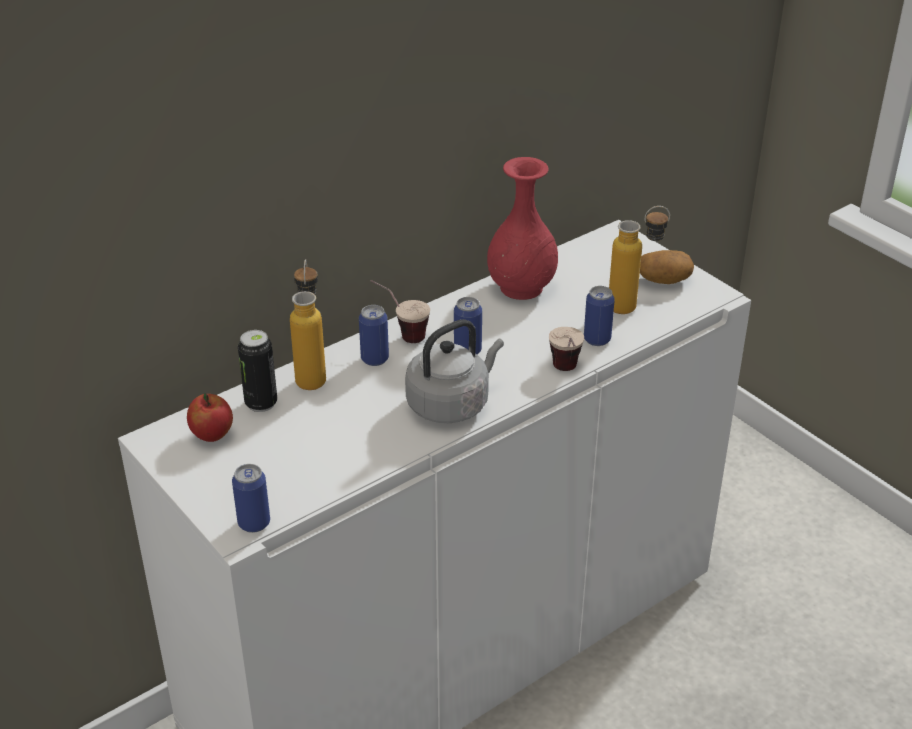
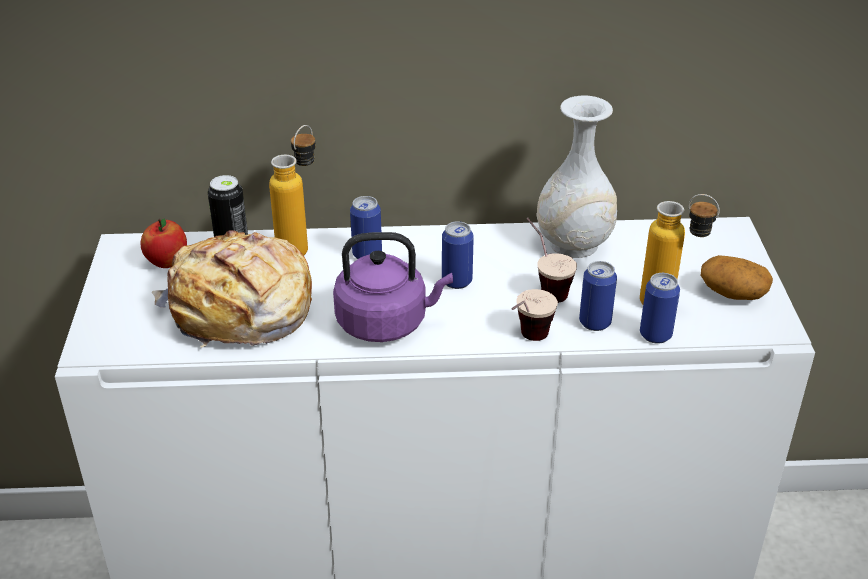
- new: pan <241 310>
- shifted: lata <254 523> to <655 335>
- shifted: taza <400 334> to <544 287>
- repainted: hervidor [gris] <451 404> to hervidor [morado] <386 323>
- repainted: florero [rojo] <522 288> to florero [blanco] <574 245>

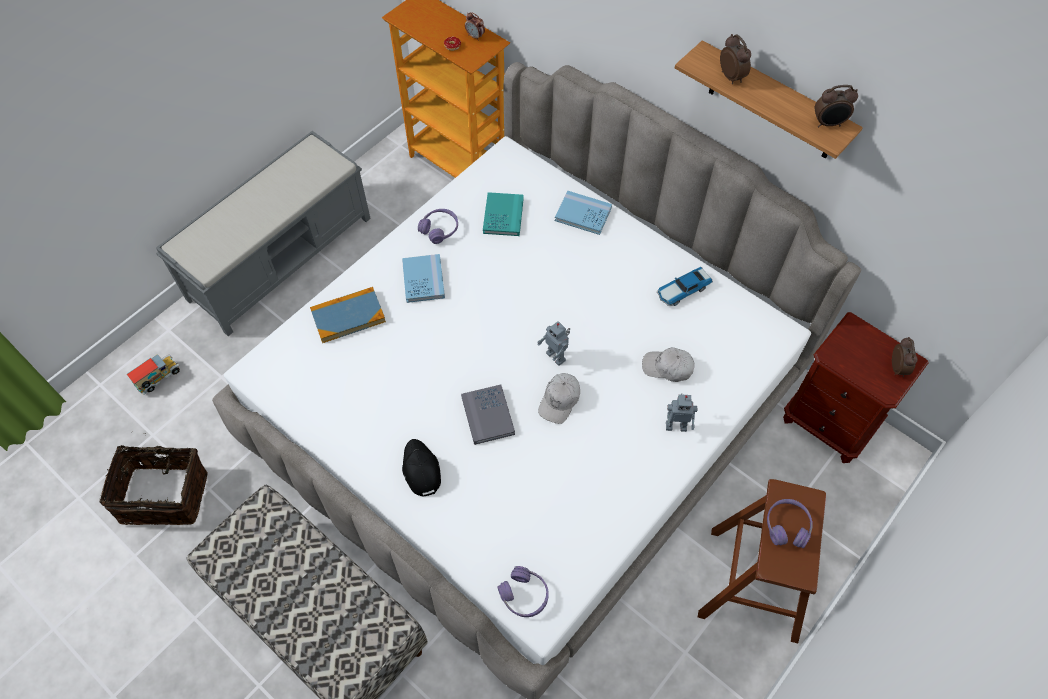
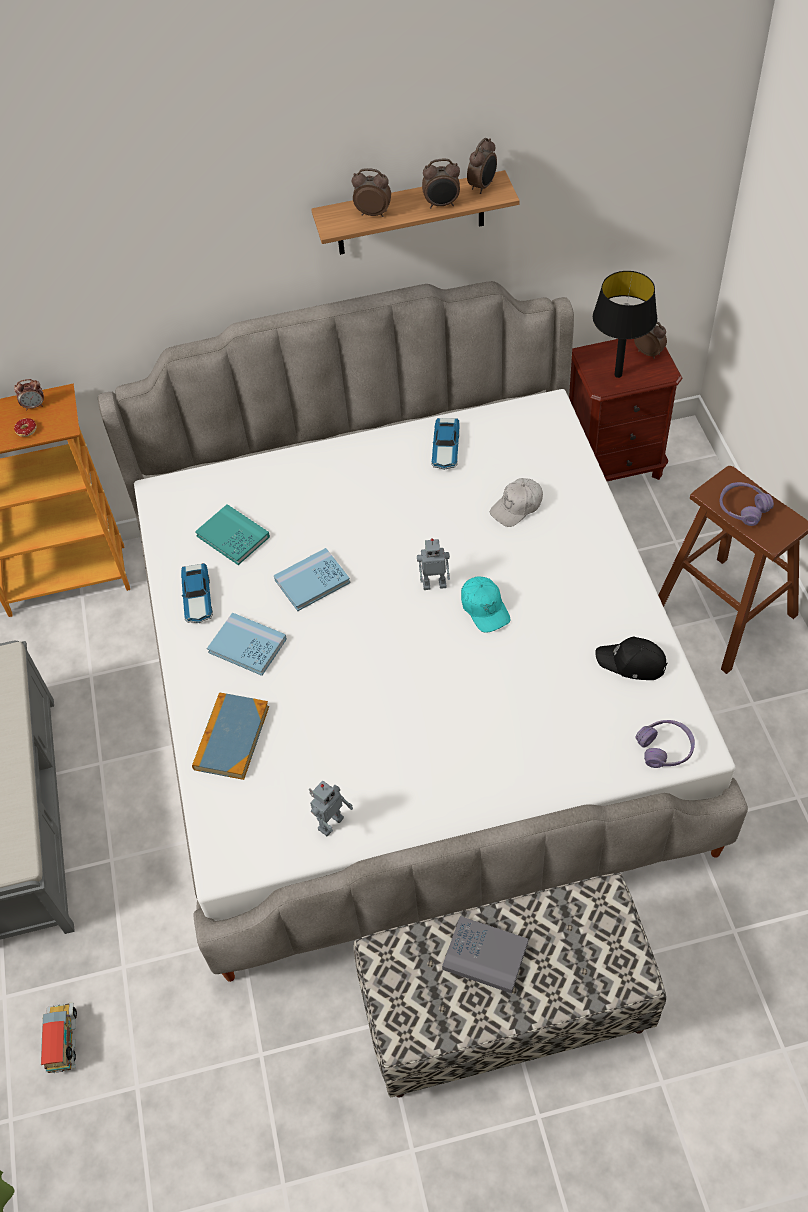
- gone: cesta <165 493>
- new: despertador <442 204>
- new: lámpara de mesa [negro] <618 374>
- shifted: gorra [negro] <420 470> to <632 663>
- shifted: libro [gris] <488 415> to <485 955>
- shifted: libro [azul] <583 214> to <312 581>
- shifted: robot de juguete <676 425> to <329 822>
- swapped: auriculares [morado] <439 229> to coche de juguete <198 599>
- repainted: gorra [blanco] <559 401> to gorra [turquesa] <484 608>

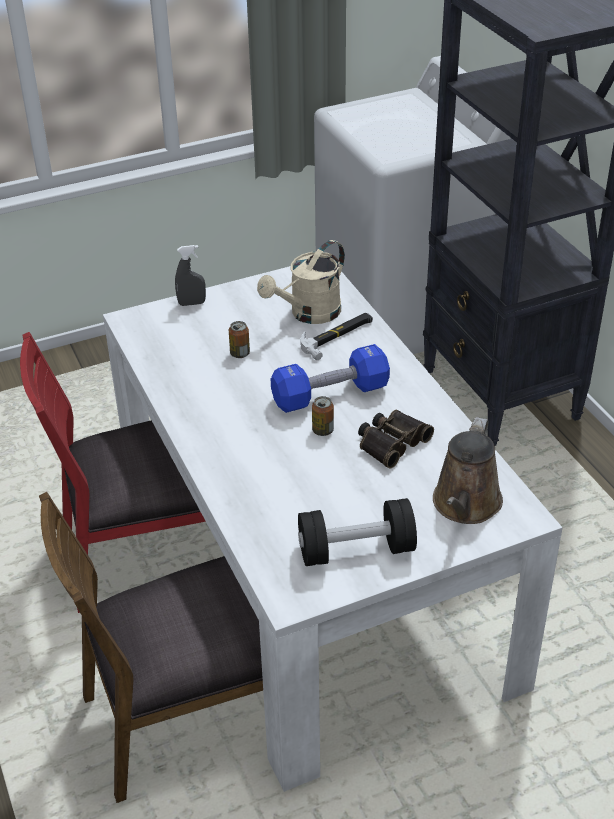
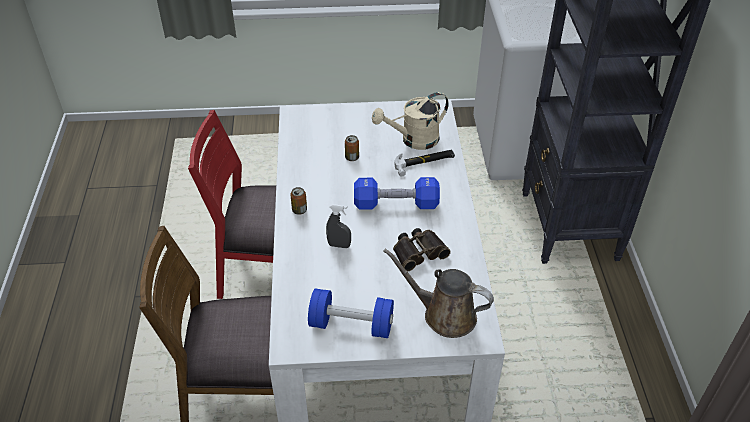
- shifted: pulverizador [gris] <192 303> to <339 245>
- shifted: lata <323 430> to <299 210>
- repainted: mancuerna [negro] <356 550> to mancuerna [azul] <351 324>
- rotated: regadera [marrón] <465 505> = <444 315> 75 degrees clockwise

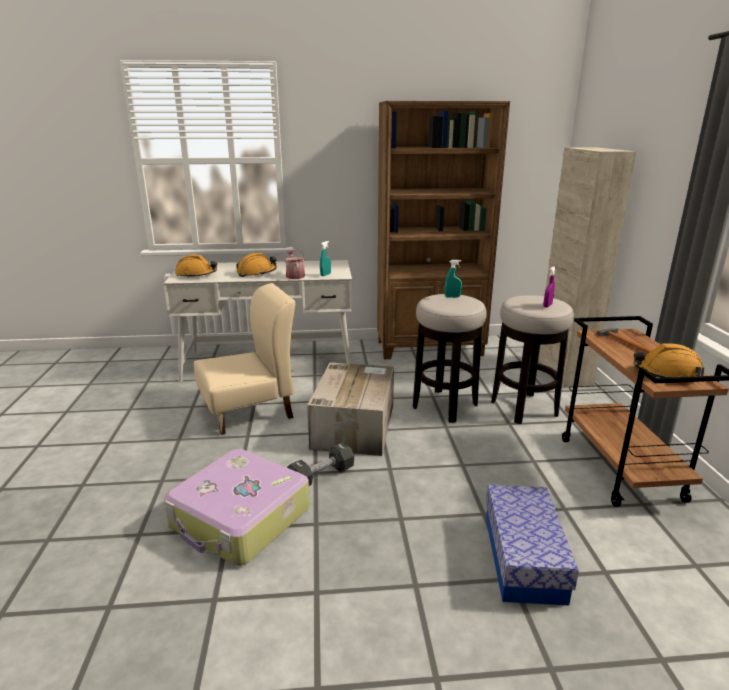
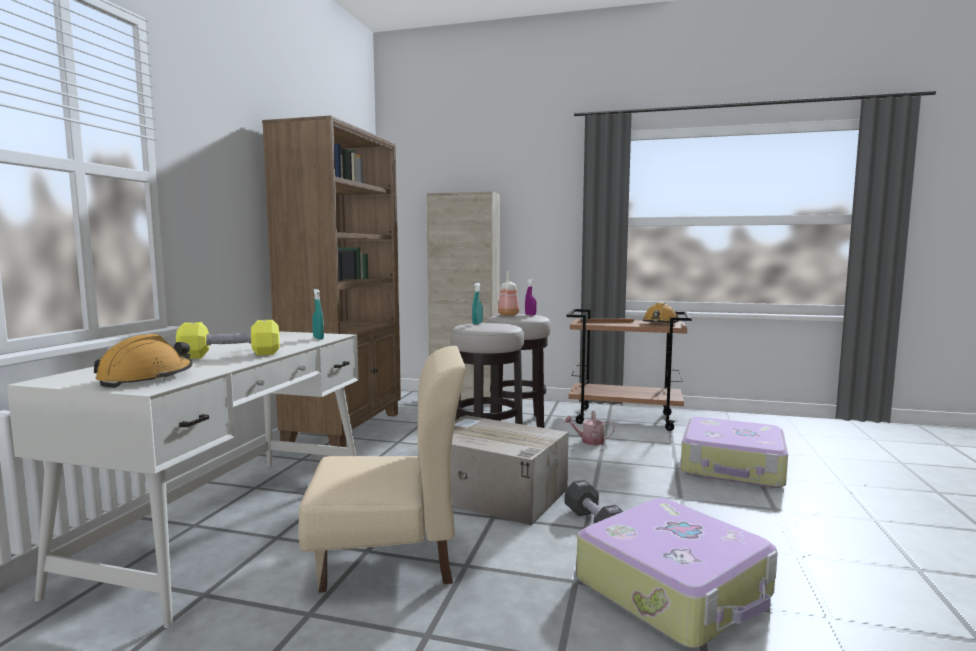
- new: botella <508 315>
- shifted: regadera <295 275> to <589 441>
- swapped: casco [naranja] <257 273> to mancuerna [amarillo] <230 355>
- swapped: caja de almacenaje <523 558> to maleta <733 467>
- rotated: silla [beis] <249 411> = <389 557> 90 degrees clockwise

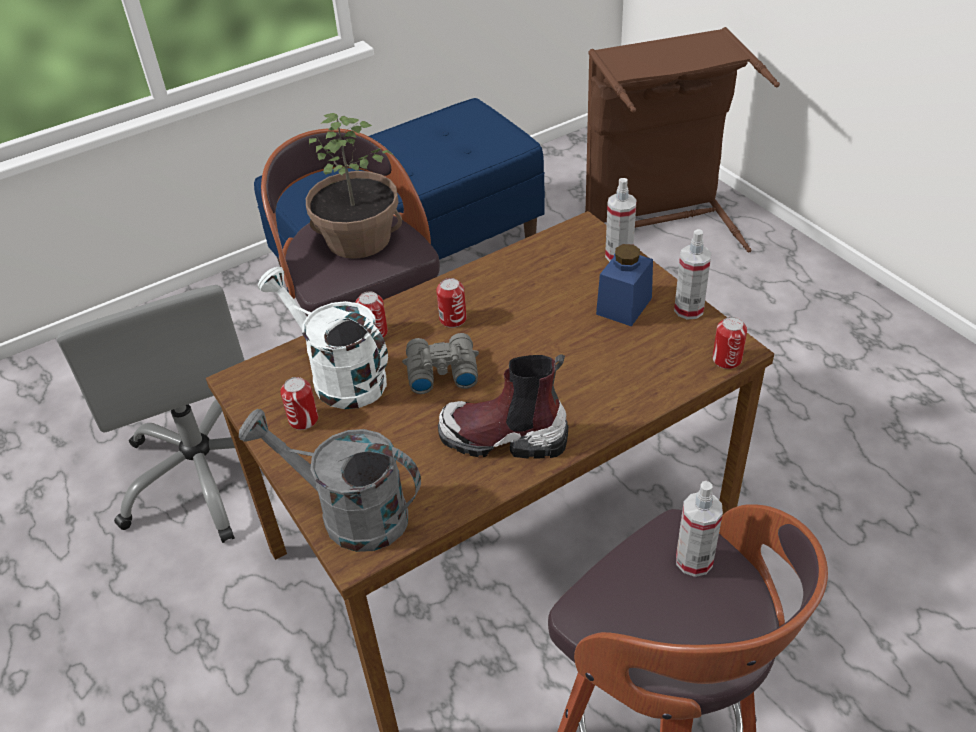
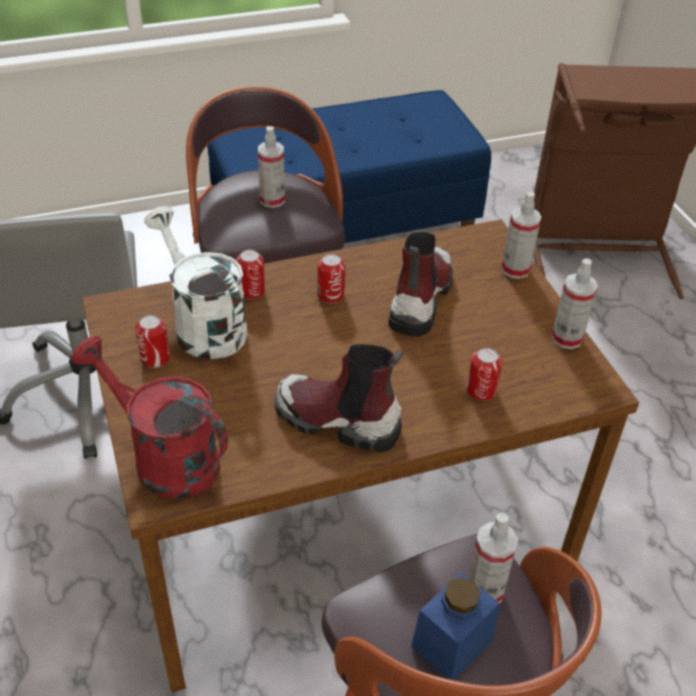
- gone: prismáticos [gris] <440 370>
- new: bota <420 299>
- shifted: tarro [azul] <624 306> to <452 643>
- shifted: lata <726 359> to <481 391>
- swapped: planta en maceta <358 239> to pulverizador <272 200>
- repainted: regadera [gris] <349 514> to regadera [rojo] <164 458>

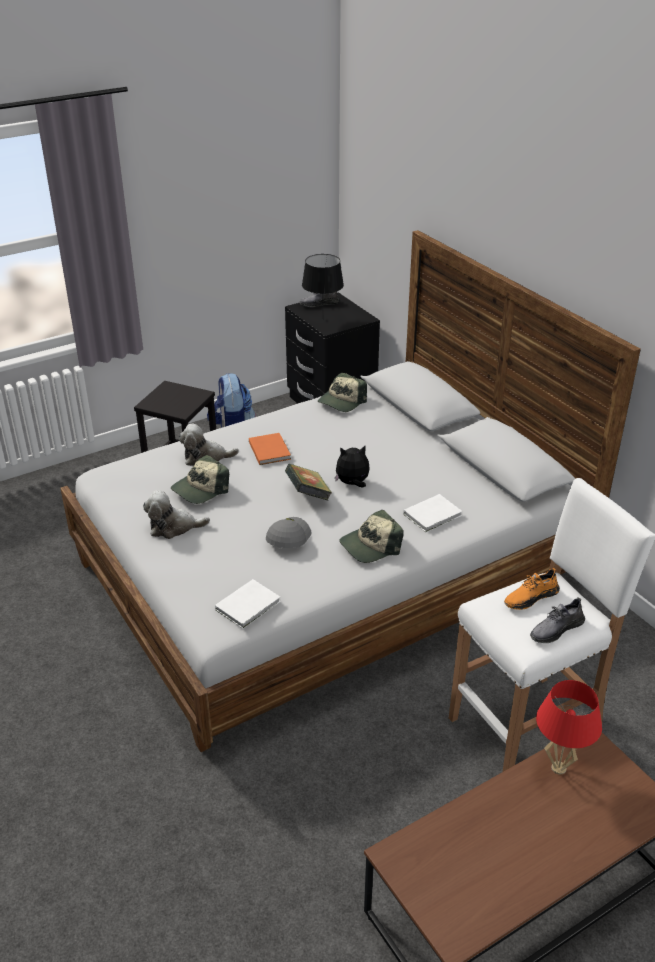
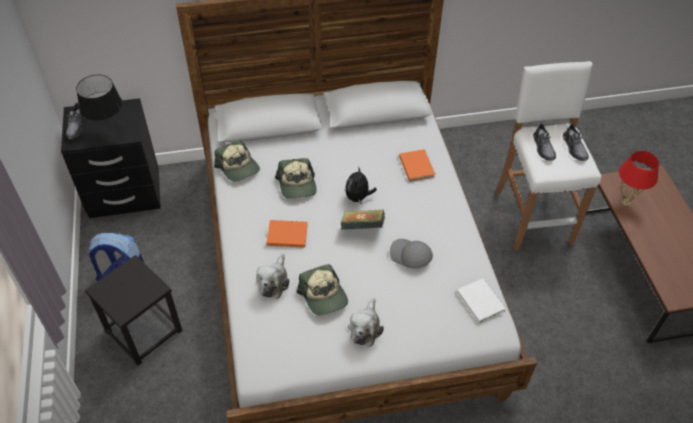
- shifted: gorra <370 546> to <297 185>
- repainted: libro [blanco] <434 515> to libro [naranja] <417 166>
- repainted: zapato [naranja] <530 597> to zapato [gris] <543 147>

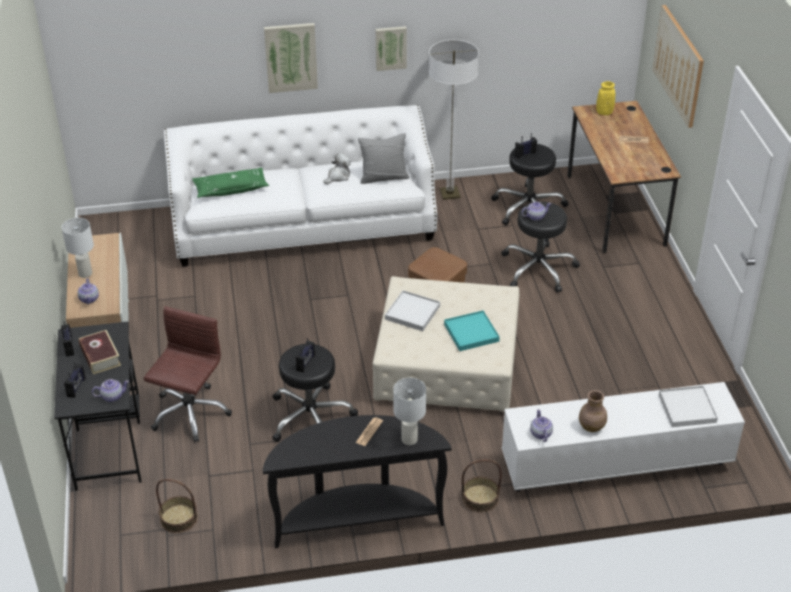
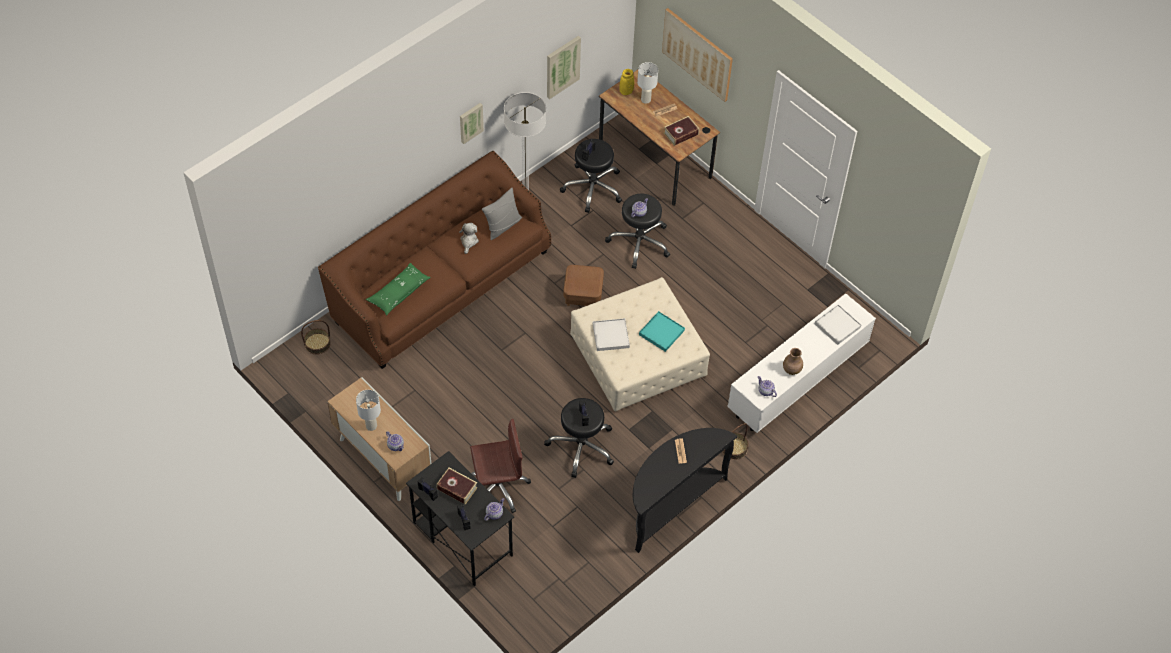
- new: libro <681 134>
- shifted: cesta <179 518> to <317 343>
- shifted: cuadro <291 57> to <562 66>
- shifted: lámpara de mesa [blanco] <409 439> to <645 100>
- repainted: sofá [blanco] <303 225> to sofá [marrón] <440 285>
- rotated: silla de oficina [marrón] <190 413> = <498 487> 90 degrees clockwise

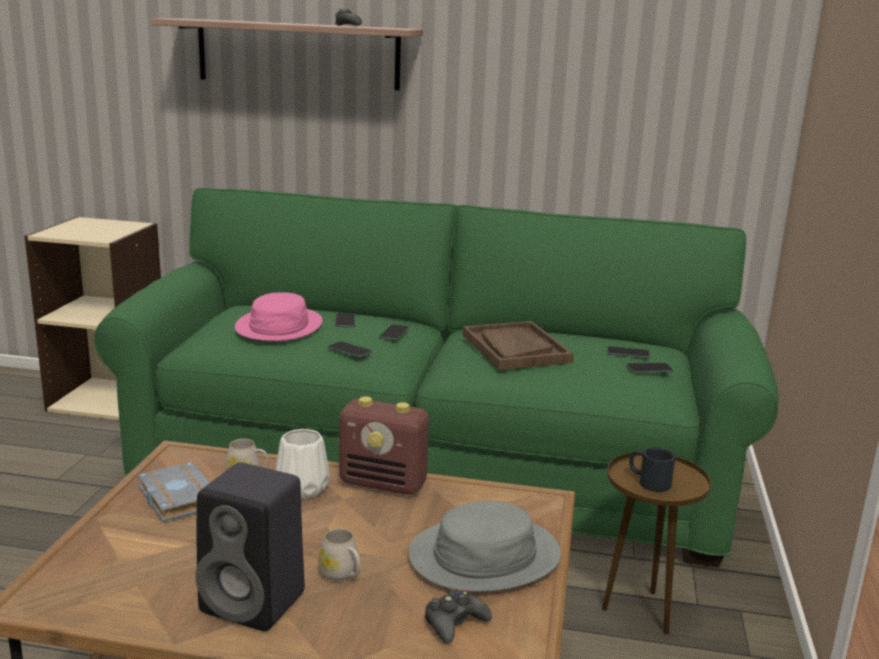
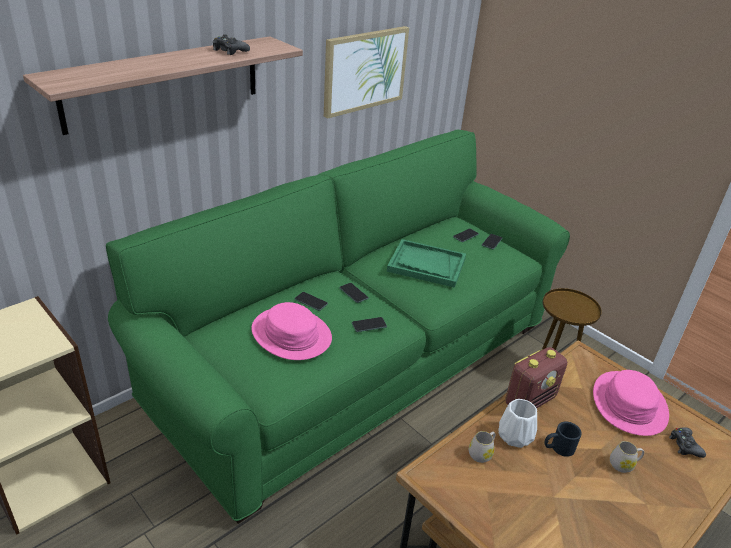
- gone: libro [gris] <176 497>
- gone: altavoz [negro] <256 602>
- new: cuadro <364 70>
- shifted: taza grande [negro] <648 481> to <558 448>
- repainted: sombrero [gris] <484 555> to sombrero [rosa] <629 404>
- repainted: bandeja [marrón] <515 348> to bandeja [verde] <426 265>

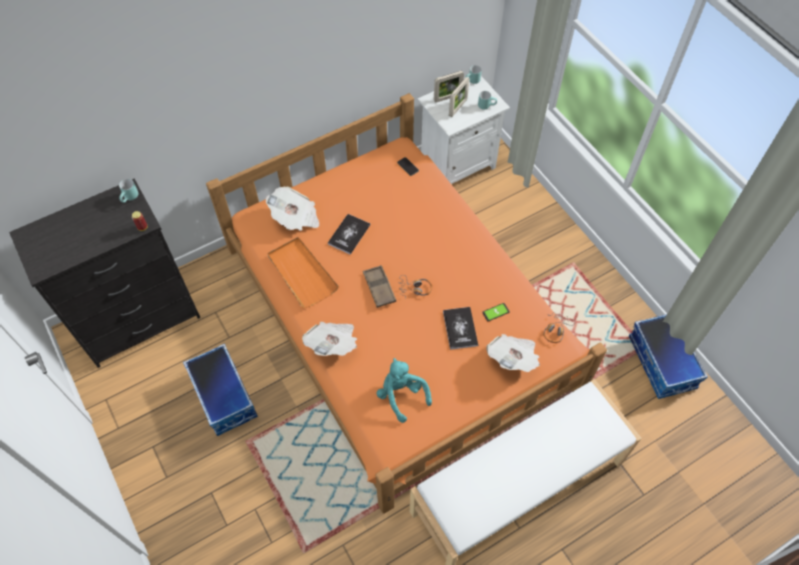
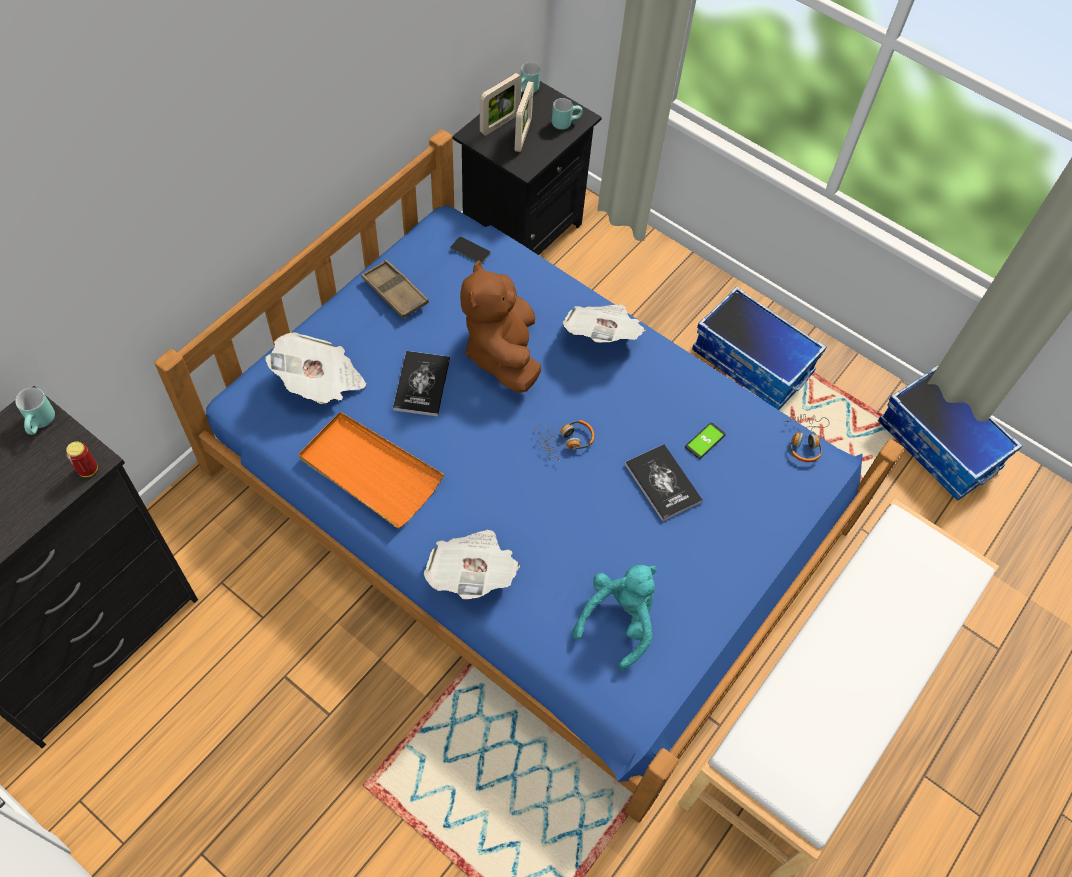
- new: peluche [marrón] <502 353>
- shifted: caja de almacenaje <225 396> to <753 362>
- shifted: bandeja [marrón] <379 288> to <395 292>
- shifted: periódico <513 358> to <602 335>
- repainted: cama [naranja] <399 317> to cama [azul] <531 496>
- repainted: mesita de noche [blanco] <456 164> to mesita de noche [negro] <520 232>
- rotated: peluche [turquesa] <401 395> = <619 620> 90 degrees clockwise

